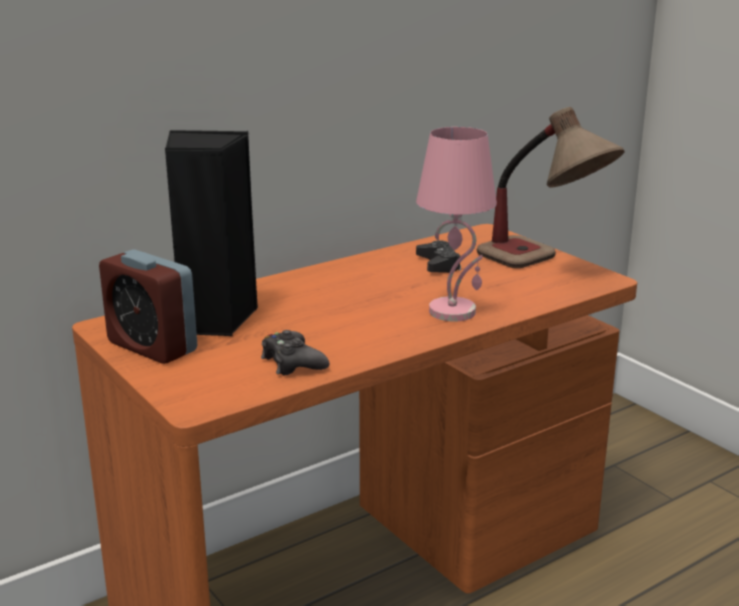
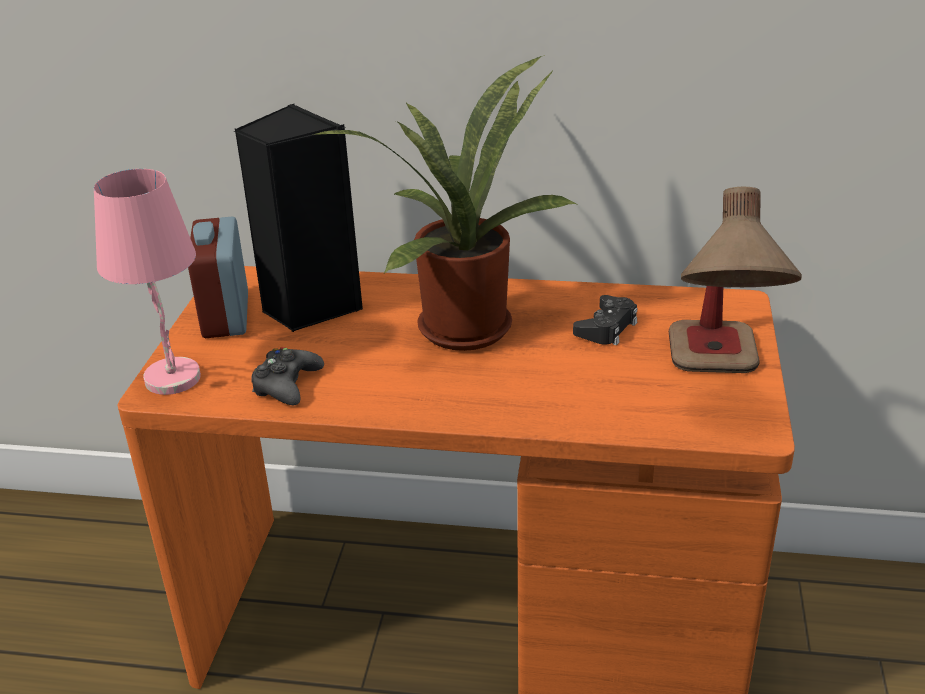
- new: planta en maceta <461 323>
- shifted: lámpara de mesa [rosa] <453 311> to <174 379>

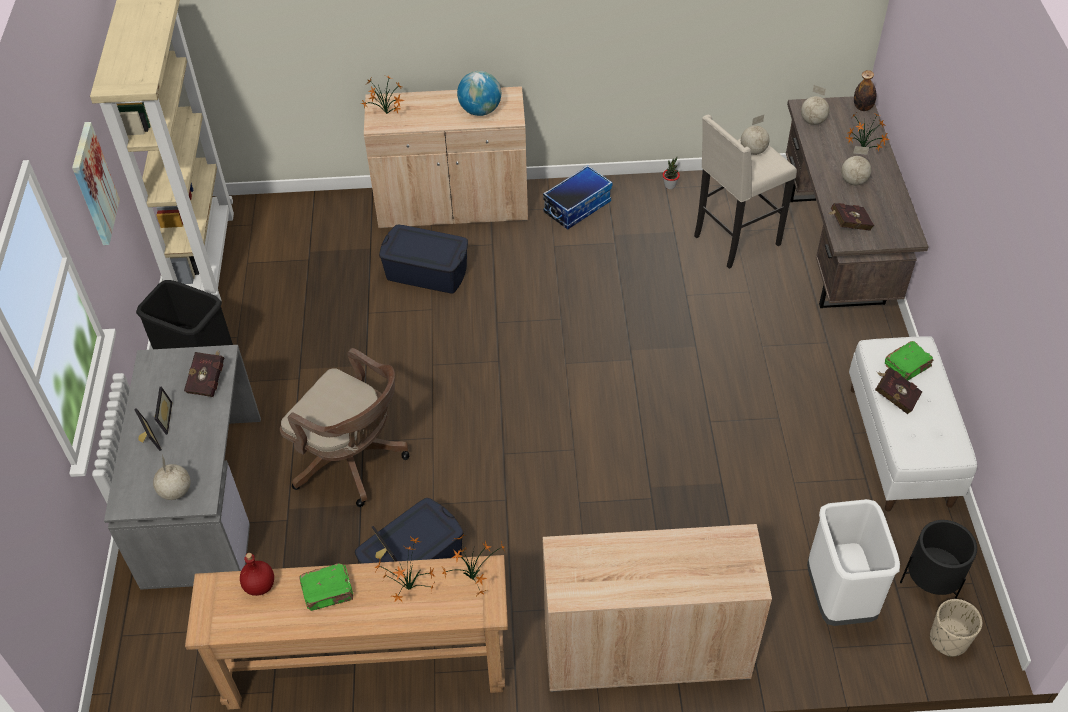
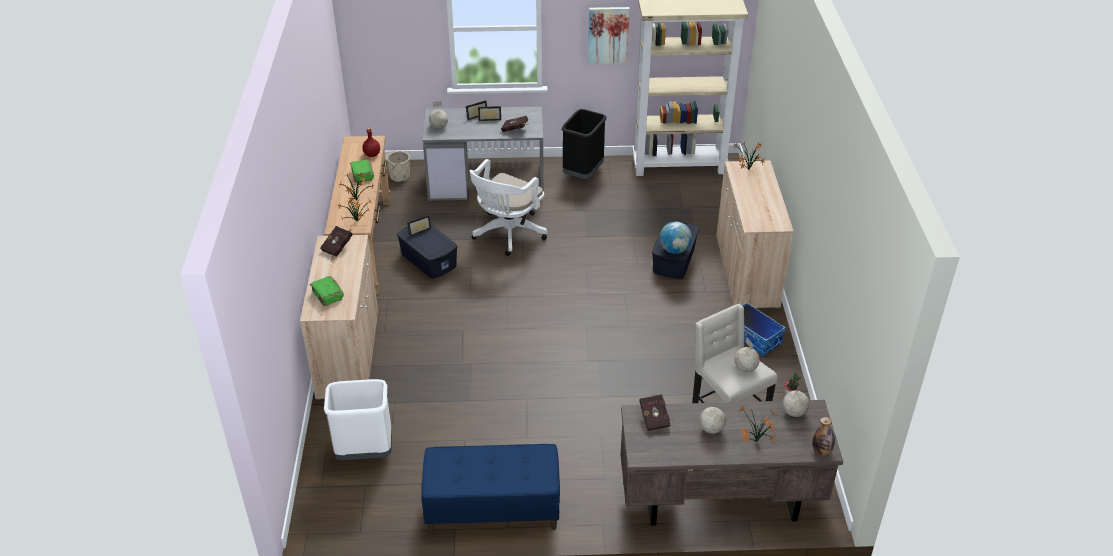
- gone: maceta [negro] <930 581>
- shifted: globo terráqueo <480 110> to <674 250>
- shifted: libro [rojo] <894 396> to <338 247>
- shifted: libro [verde] <907 366> to <327 295>
- shifted: maceta [beis] <948 639> to <400 176>
- repainted: silla de oficina [marrón] <353 462> to silla de oficina [blanco] <507 234>
- repainted: banco [blanco] <900 446> to banco [azul] <492 510>

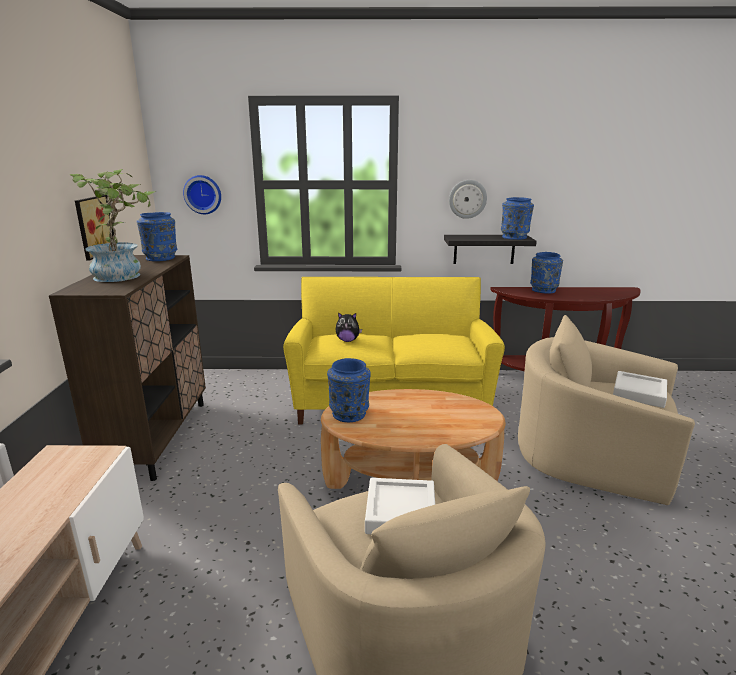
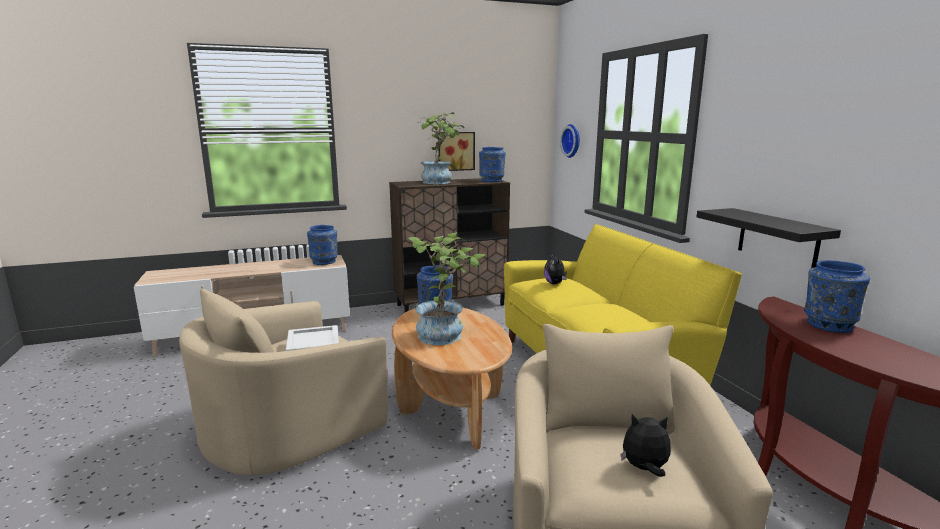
- gone: reloj de pared <467 199>
- new: planta en maceta <445 334>
- shifted: florero [azul] <514 237> to <324 262>
- swapped: bandeja [blanco] <639 393> to peluche <644 469>

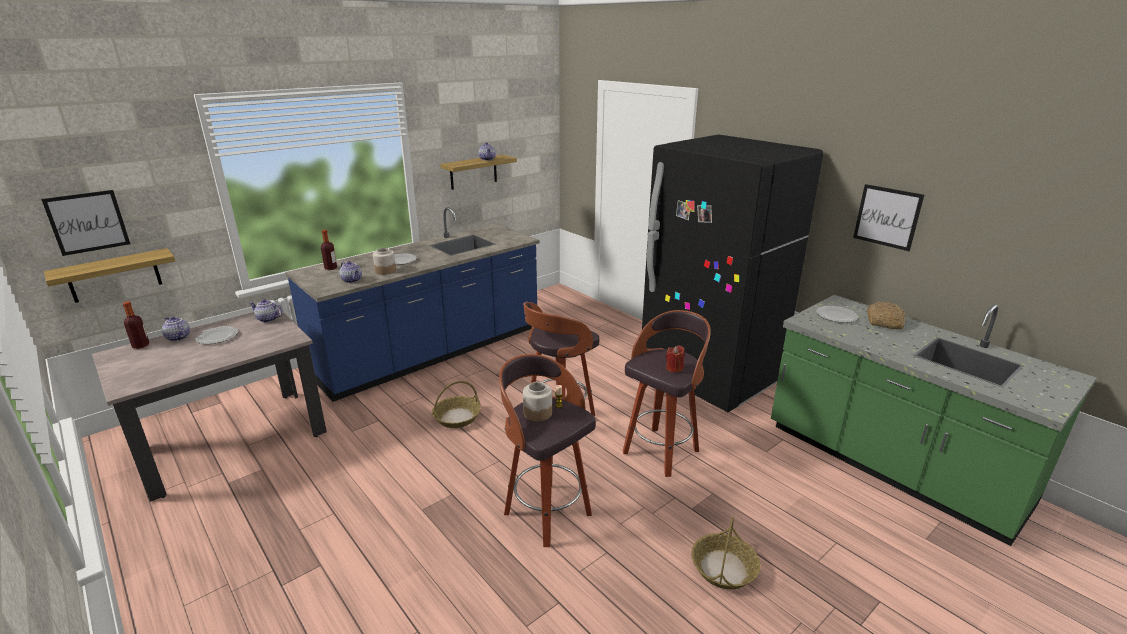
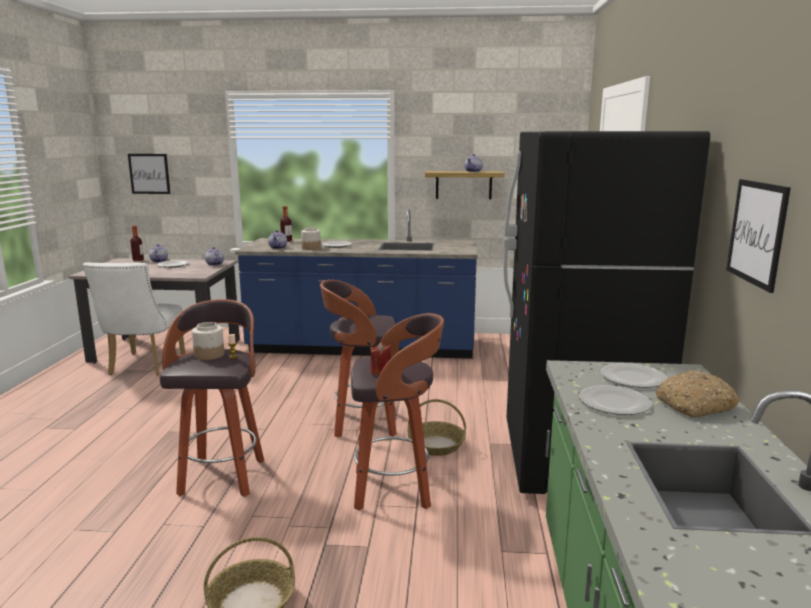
- gone: estante <114 276>
- new: silla [blanco] <143 366>
- new: plato <613 402>
- shifted: cesta <457 417> to <436 445>

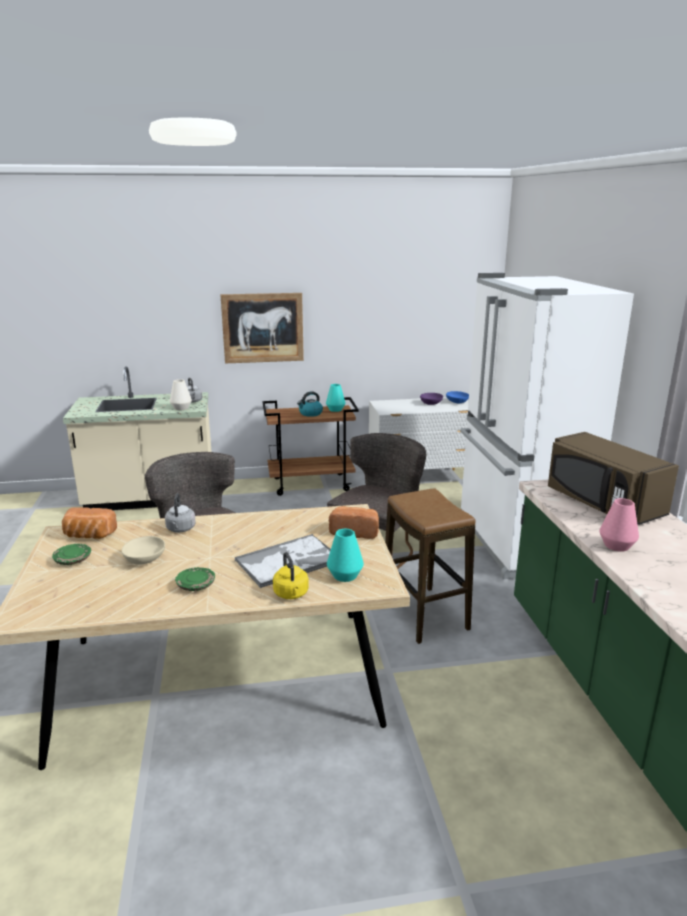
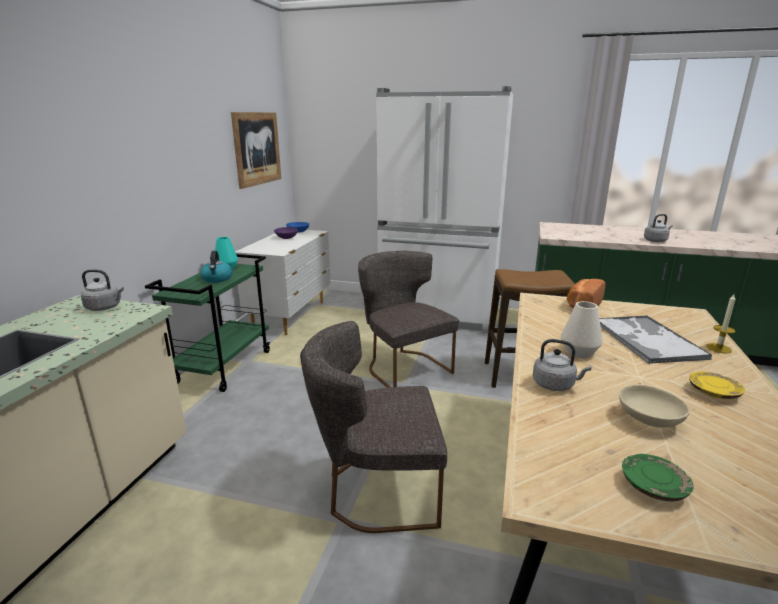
- gone: pan <88 536>
- gone: florero [turquesa] <345 575>
- gone: microondas [marrón] <602 503>
- shifted: florero [blanco] <181 408> to <578 352>
- shifted: cuadro <263 328> to <257 148>
- swapped: hervidor [amarillo] <291 594> to vela <718 348>
- swapped: florero [rosa] <617 545> to hervidor [gris] <656 240>
- repainted: plato [verde] <196 585> to plato [amarillo] <713 392>
- repainted: carrito [marrón] <311 484> to carrito [verde] <224 366>

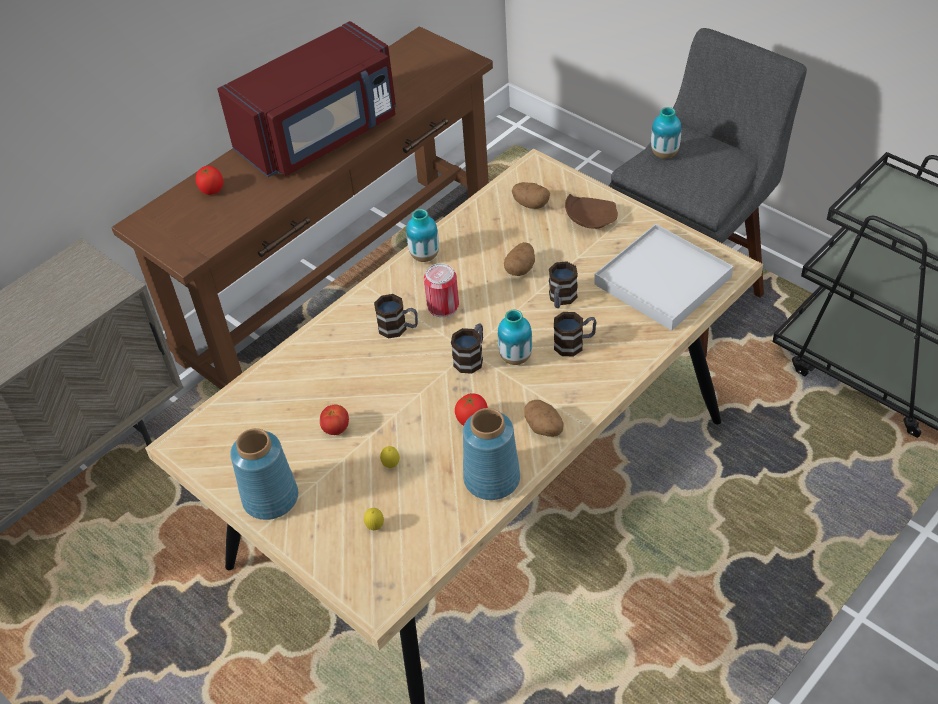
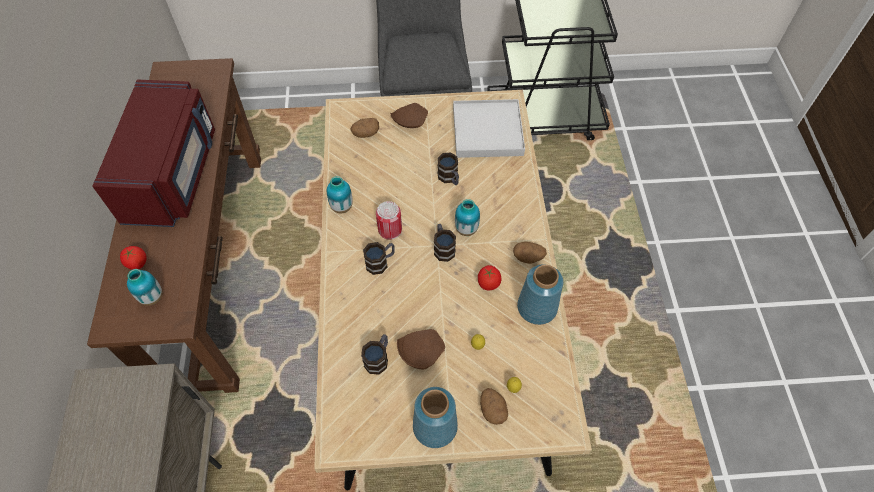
- shifted: patata <520 268> to <492 410>
- shifted: taza grande <574 344> to <378 358>
- shifted: florero <664 154> to <152 297>
- swapped: tomate <336 429> to plato [marrón] <420 352>

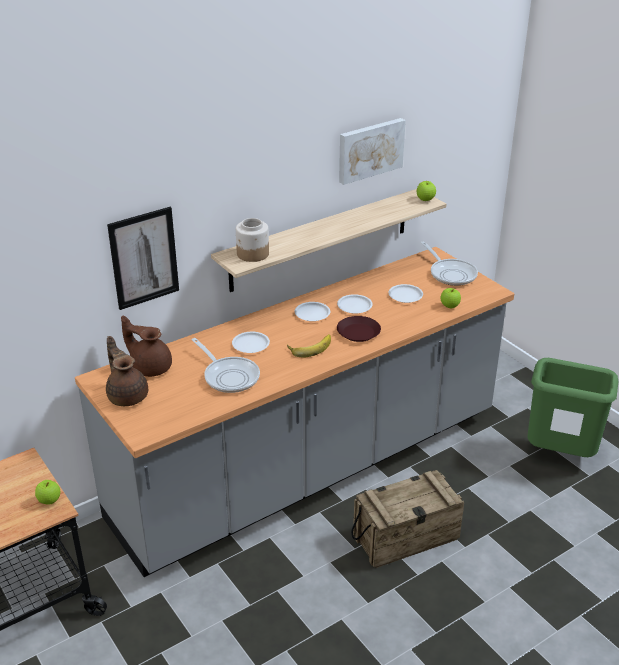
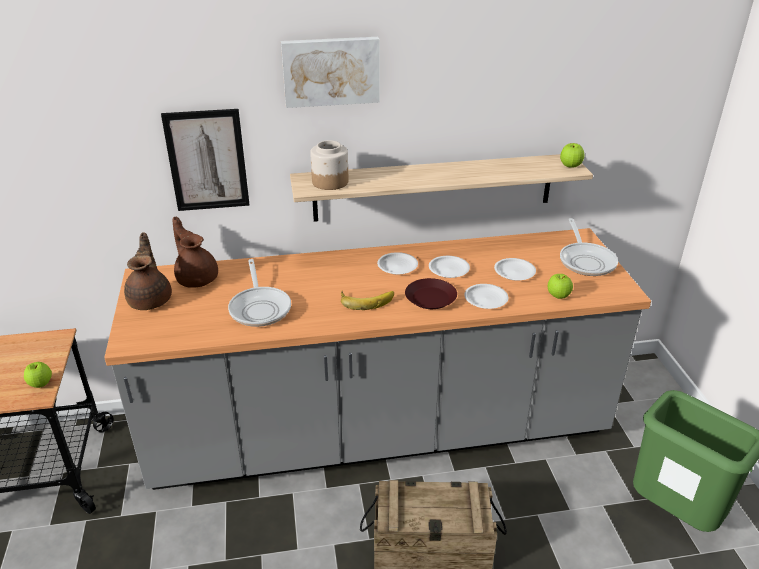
- shifted: plato [blanco] <251 345> to <486 299>
- shifted: cuadro <370 149> to <331 71>

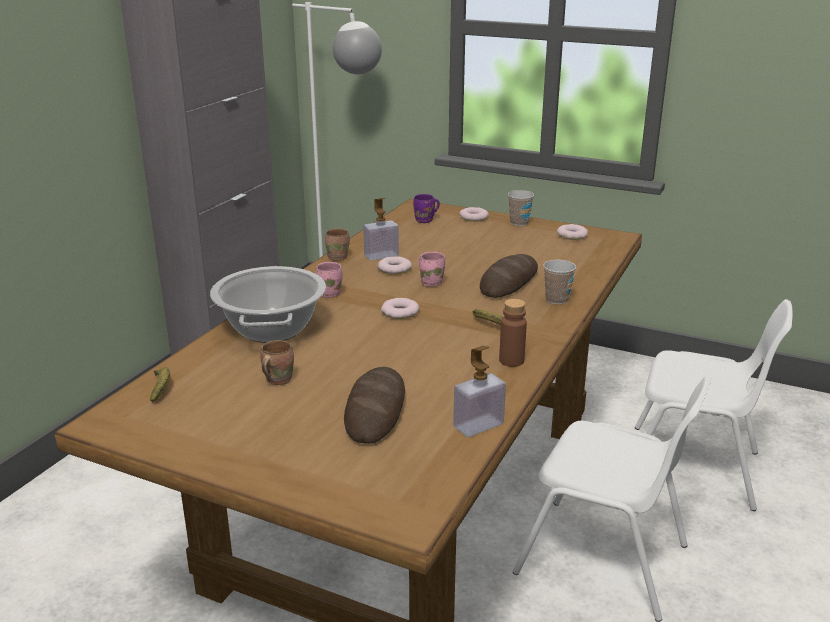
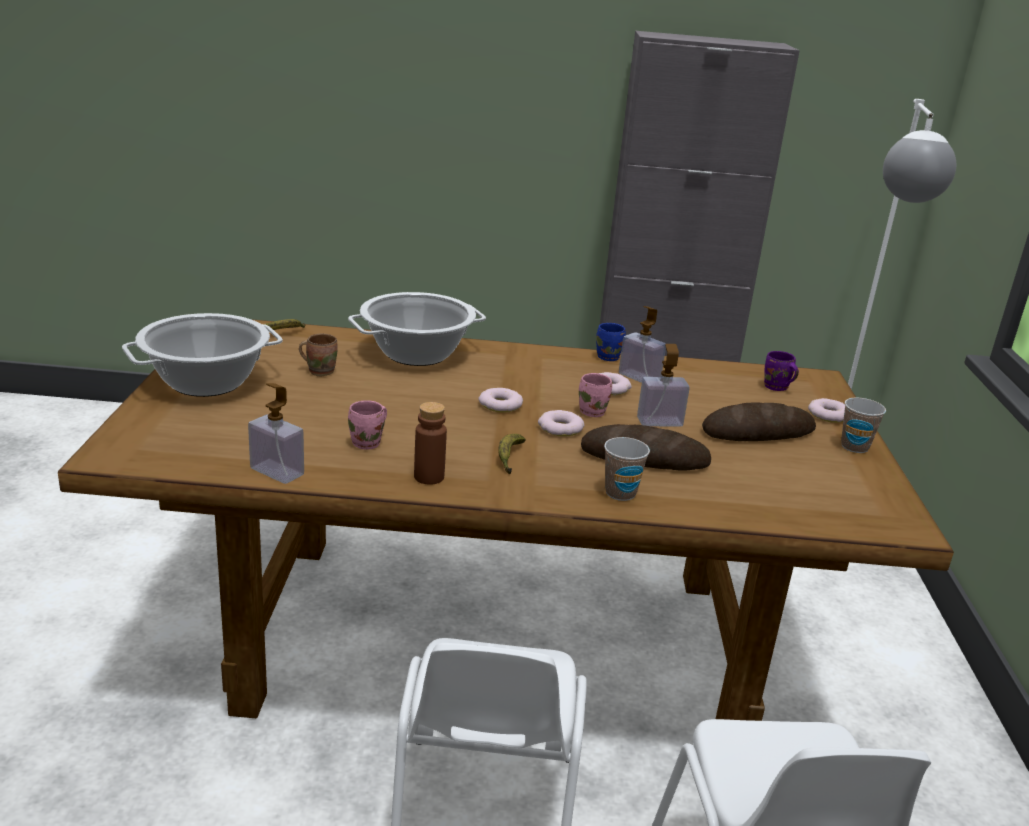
- new: olla <206 383>
- new: dispensador de jabón <659 422>
- shifted: taza grande [rosa] <330 293> to <369 443>
- shifted: pan <375 410> to <758 431>
- shifted: rosquilla <572 235> to <560 428>
- repainted: taza grande [marrón] <338 257> to taza grande [azul] <610 357>

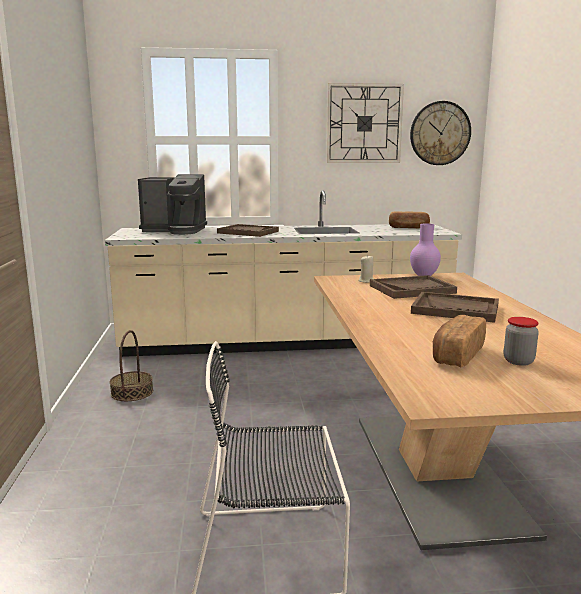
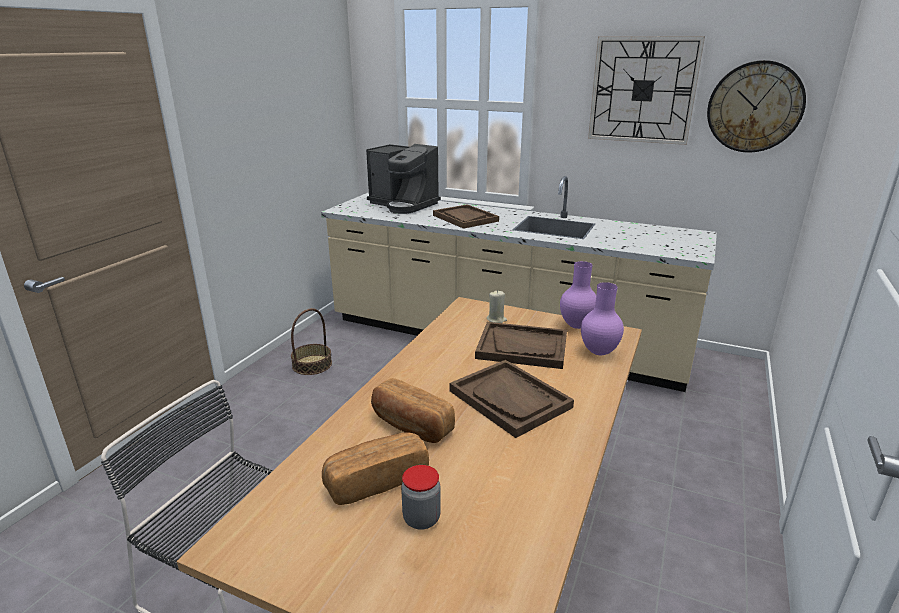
- new: florero [morado] <600 352>
- shifted: pan <408 227> to <410 425>

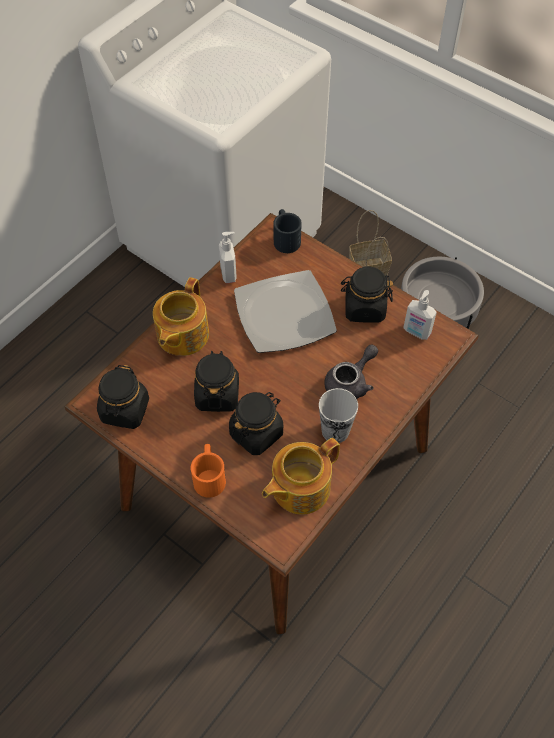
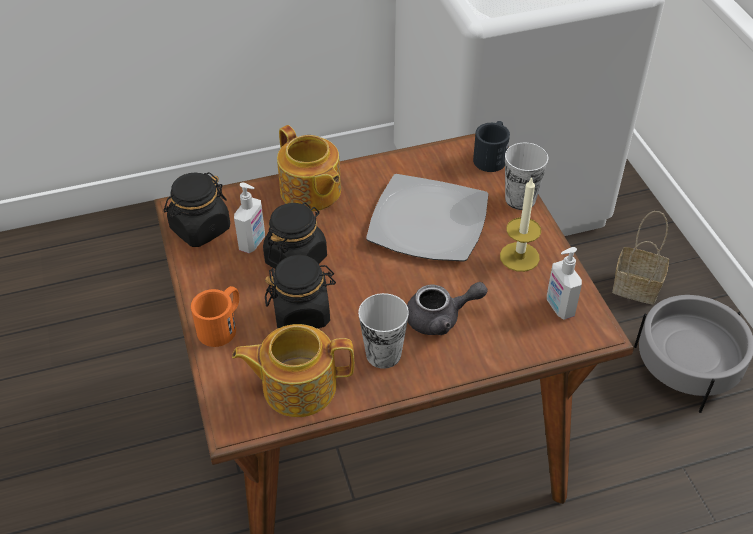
- new: taza <520 199>
- shifted: dispensador de jabón <229 274> to <253 243>
- swapped: tarro [negro] <364 308> to vela <519 257>
- rotated: tetera <181 335> = <310 192> 90 degrees counterclockwise

